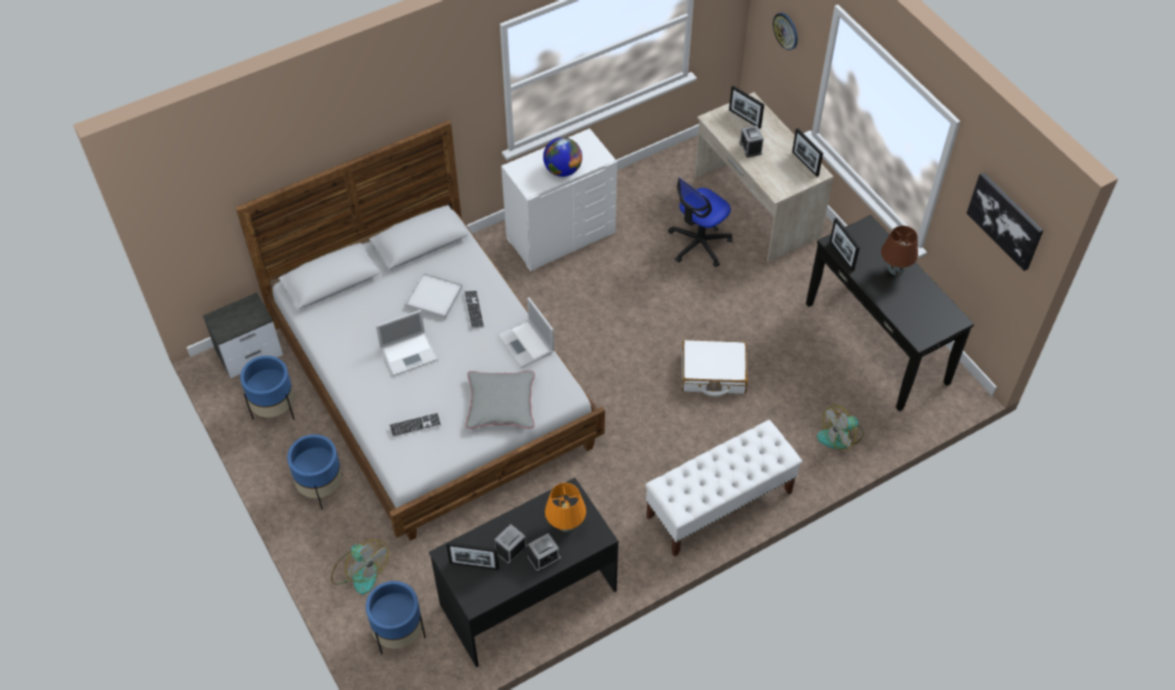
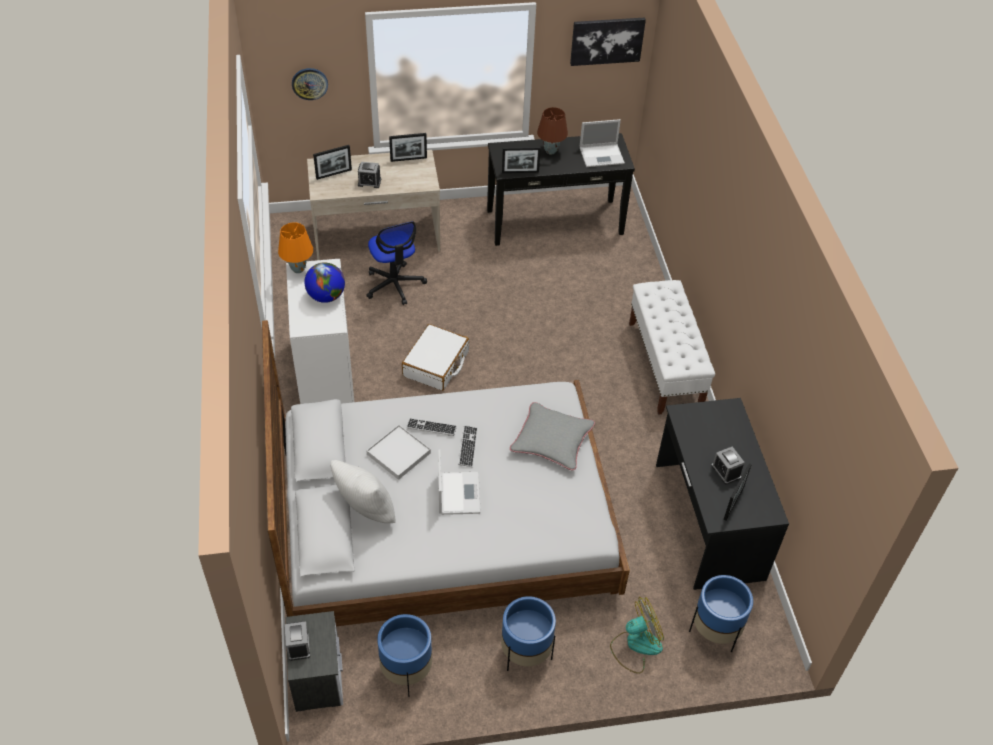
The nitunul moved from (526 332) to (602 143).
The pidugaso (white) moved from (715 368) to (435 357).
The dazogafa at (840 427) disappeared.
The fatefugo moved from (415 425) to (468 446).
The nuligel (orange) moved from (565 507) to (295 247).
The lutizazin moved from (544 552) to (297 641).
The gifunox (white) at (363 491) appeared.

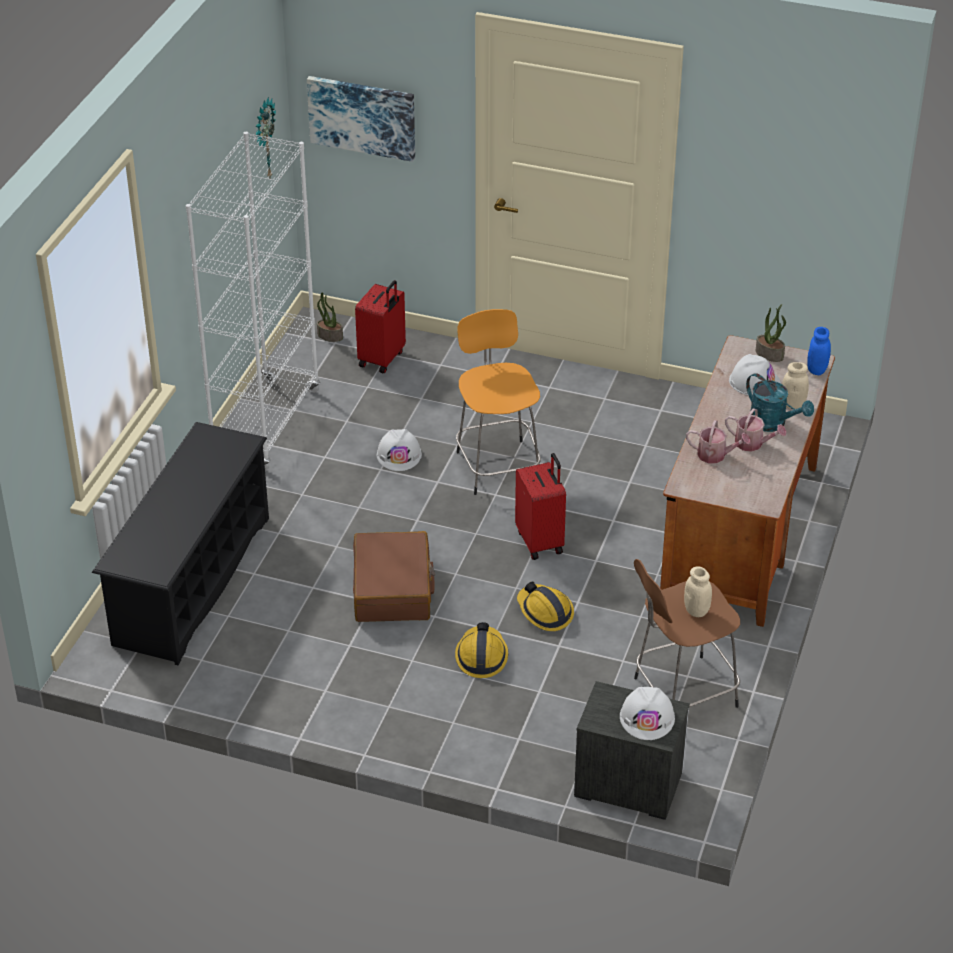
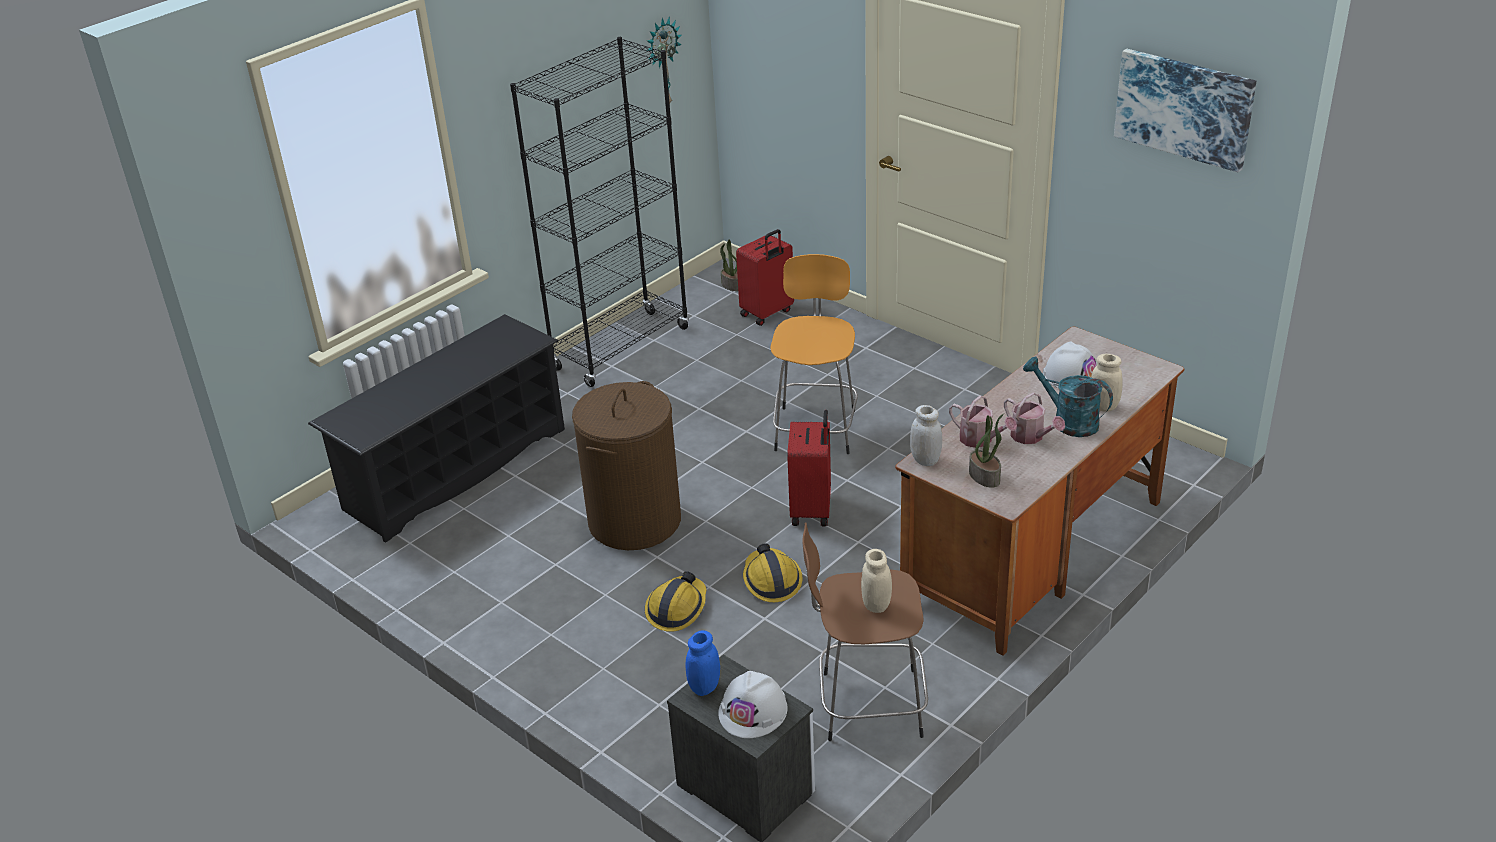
The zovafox moved from (361 119) to (1185 110).
The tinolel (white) at (253 301) became the tinolel (black) at (599 212).
The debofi moved from (771 333) to (986 451).
The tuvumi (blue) moved from (819 351) to (702 663).
The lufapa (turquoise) at (780 402) turned 150 degrees clockwise.
The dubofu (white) at (399 450) disappeared.
The pidugaso (brown) at (394 576) was replaced by the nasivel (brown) at (626 465).
The tuvumi (white) at (926 435) appeared.

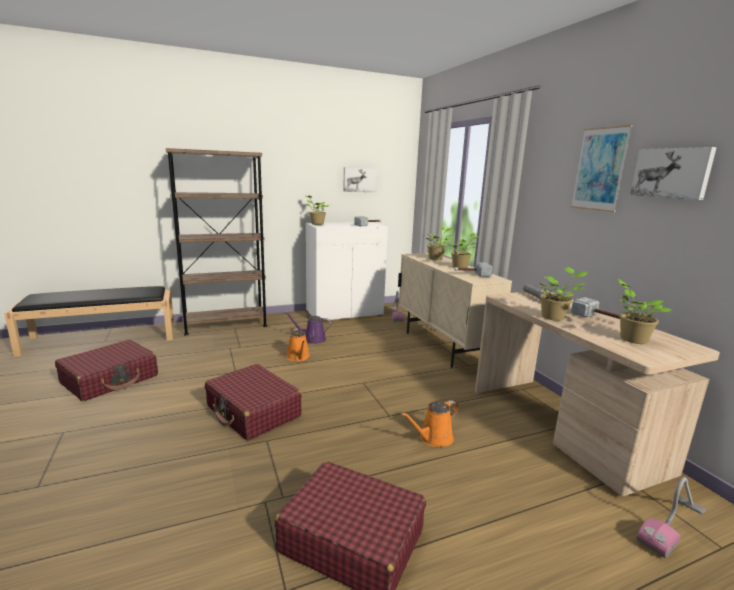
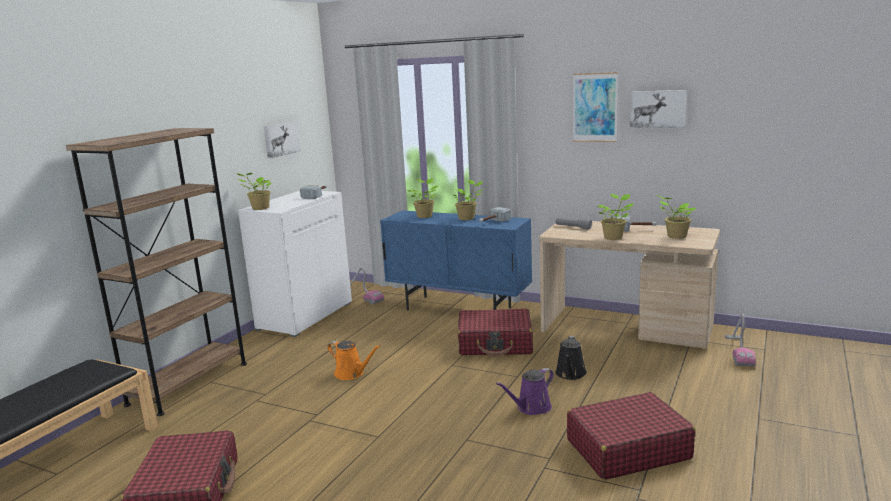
The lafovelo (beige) at (455 310) became the lafovelo (blue) at (456 260).
The lufapa (purple) moved from (308 328) to (525 391).
The pidugaso (red) moved from (253 402) to (495 333).
The lufapa (orange) at (429 423) became the lufapa (black) at (571 358).

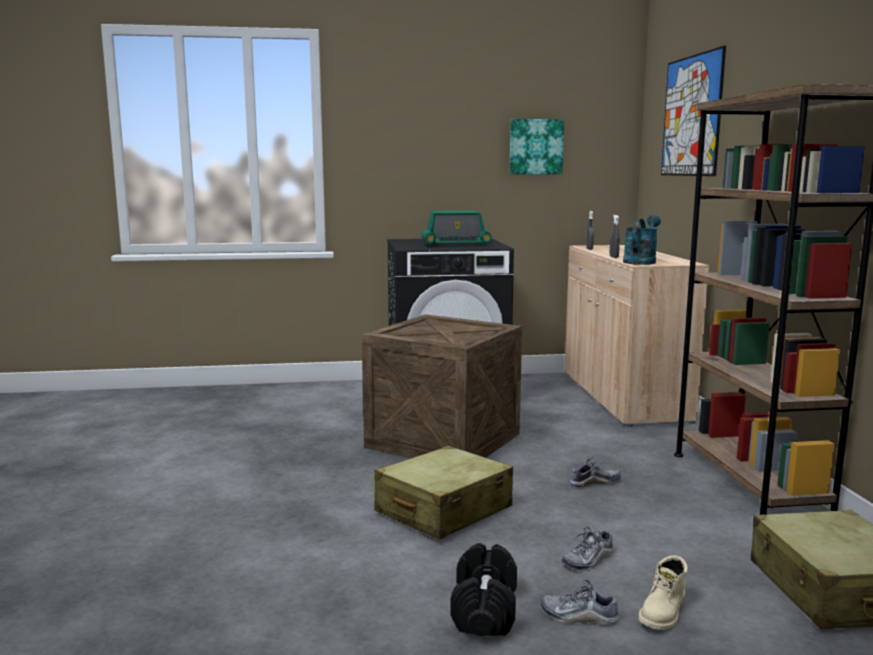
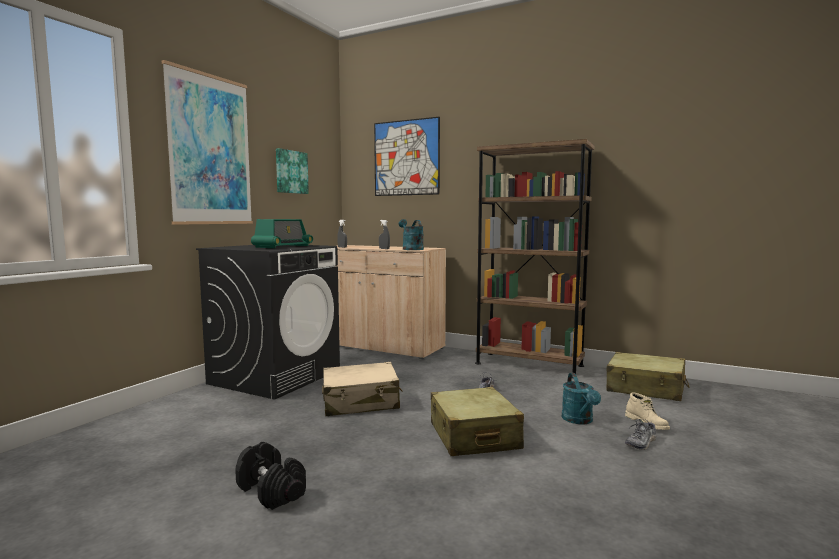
The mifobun at (442 387) was replaced by the pidugaso (beige) at (362 389).
The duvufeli at (588 548) was replaced by the lufapa (turquoise) at (581 399).
The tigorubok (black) moved from (484 589) to (270 476).
The zovafox at (207 142) appeared.

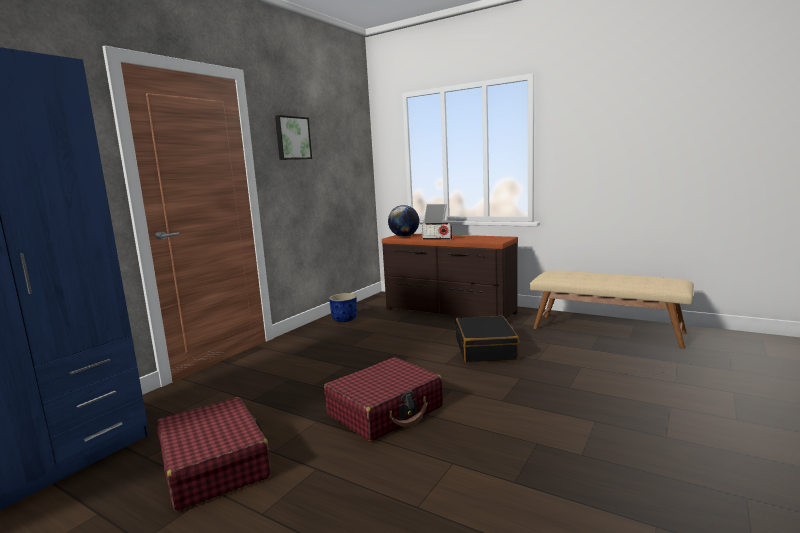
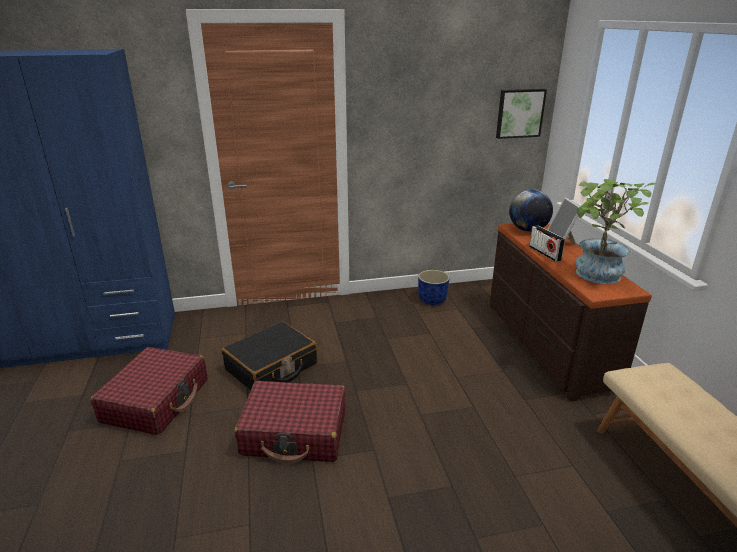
The zovafox moved from (293 137) to (521 114).
The pidugaso (black) moved from (487 339) to (269 356).
The debofi at (616 231) appeared.

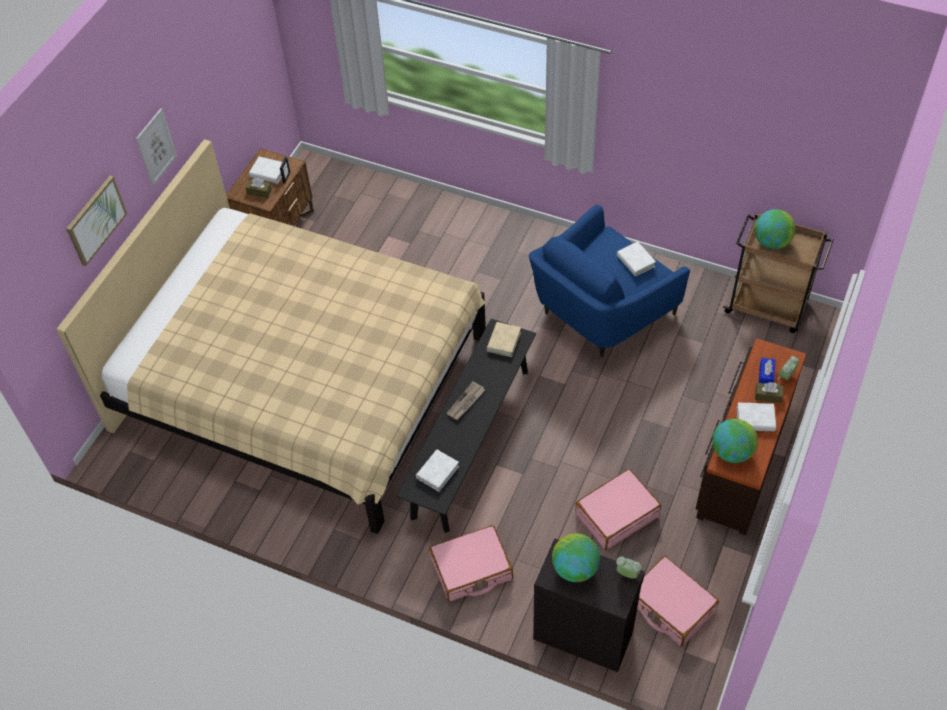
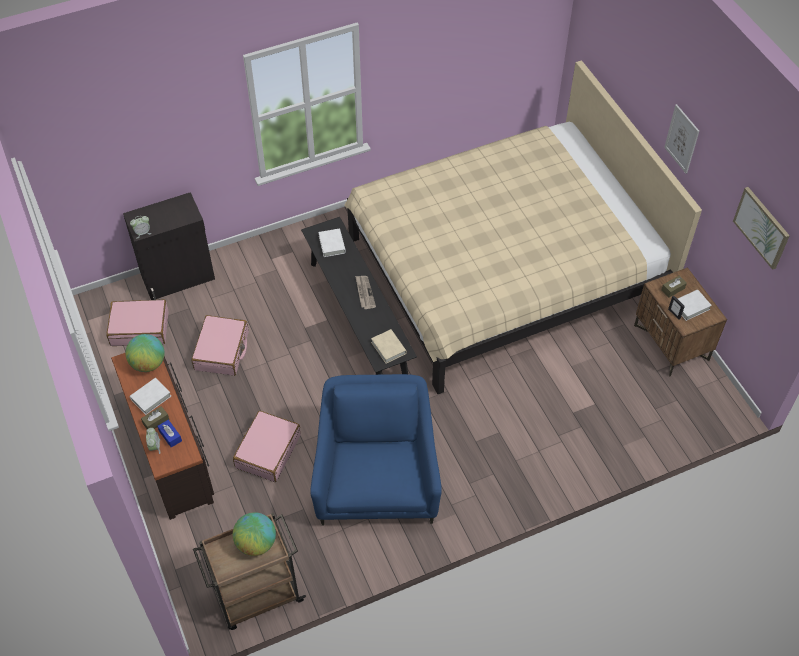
The zovafox moved from (96 221) to (761 228).
The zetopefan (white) at (636 258) disappeared.
The pidugaso (pink) moved from (471 563) to (267 446).
The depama at (576 557) disappeared.

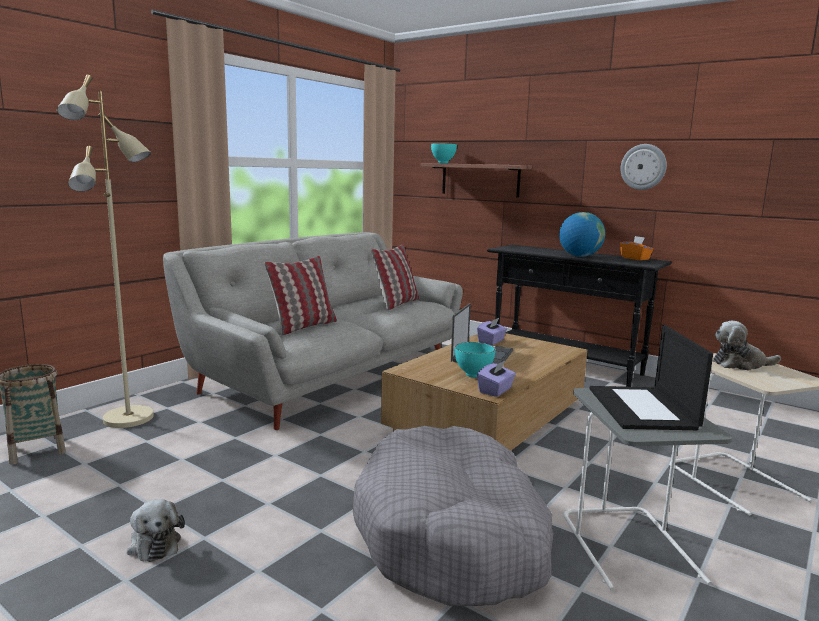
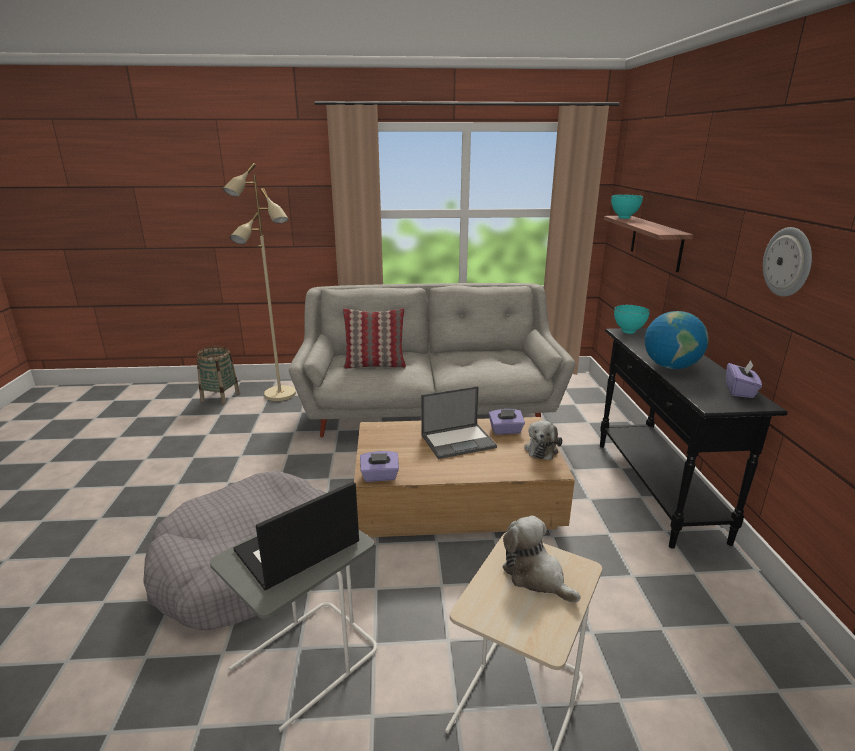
The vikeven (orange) at (637 248) became the vikeven (purple) at (744 379).
The gifunox at (395 277) disappeared.
The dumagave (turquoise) moved from (475 360) to (632 319).
The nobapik moved from (156 530) to (543 440).

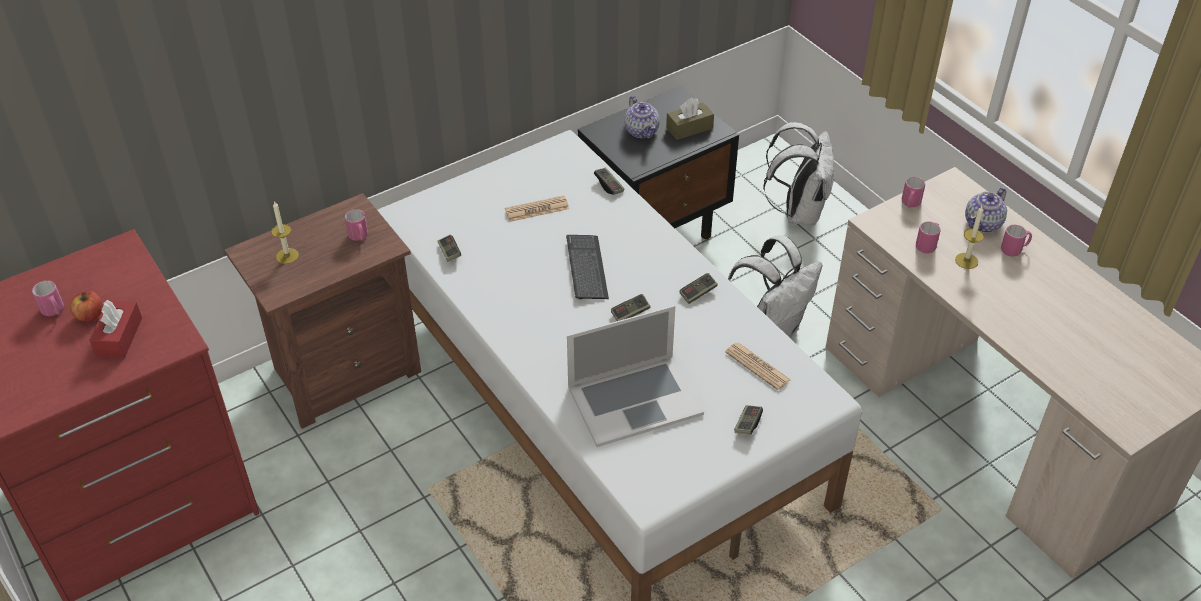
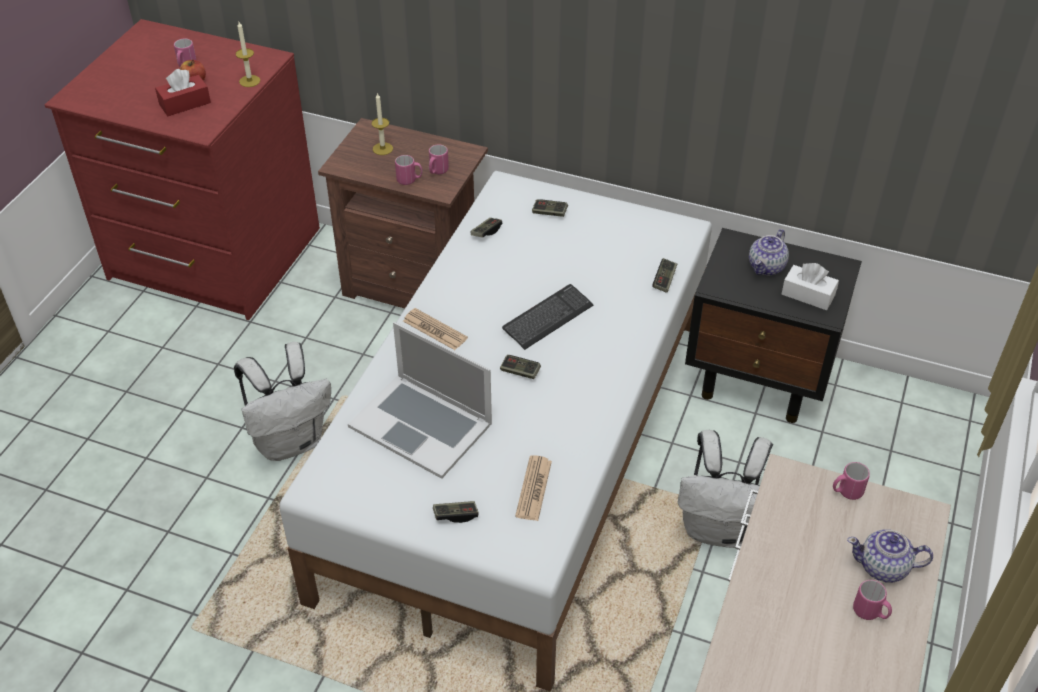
The vikeven (brown) at (690 119) became the vikeven (white) at (810 286).
The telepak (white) moved from (799 174) to (282 401).
The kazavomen moved from (537 209) to (435 329).
The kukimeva moved from (969 237) to (248 54).
The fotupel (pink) moved from (928 237) to (409 170).
The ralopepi moved from (698 288) to (550 208).

